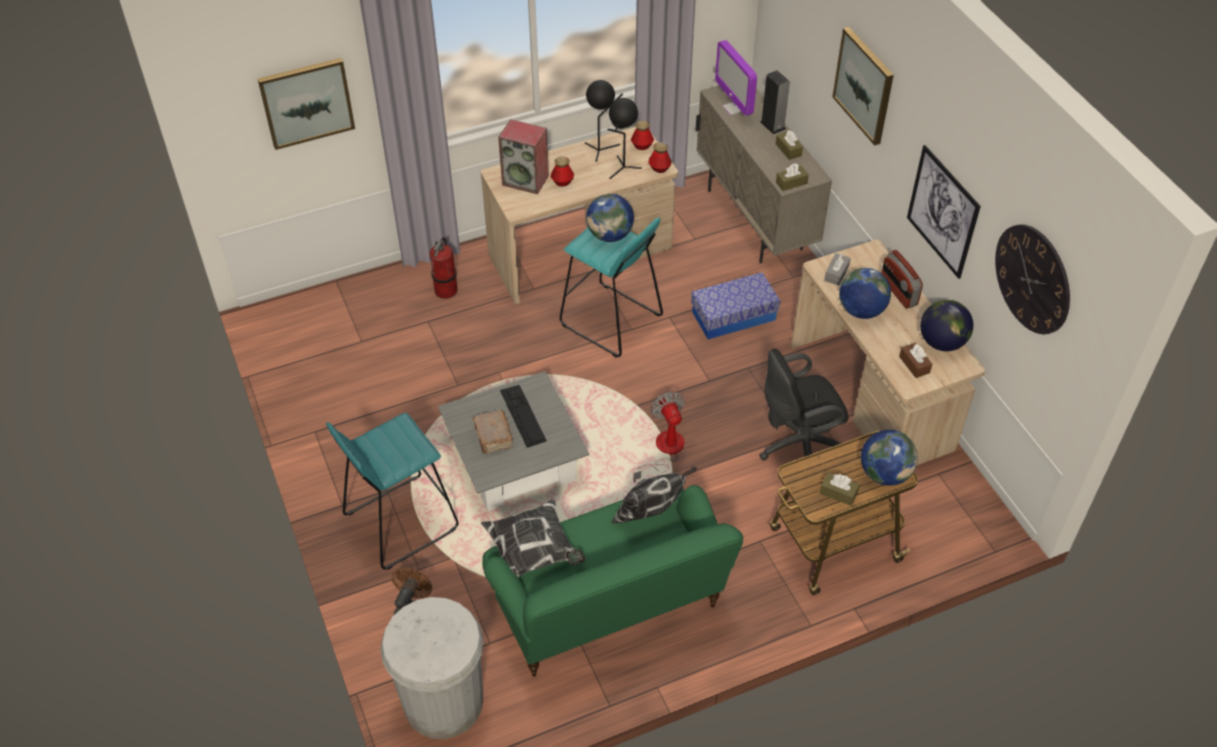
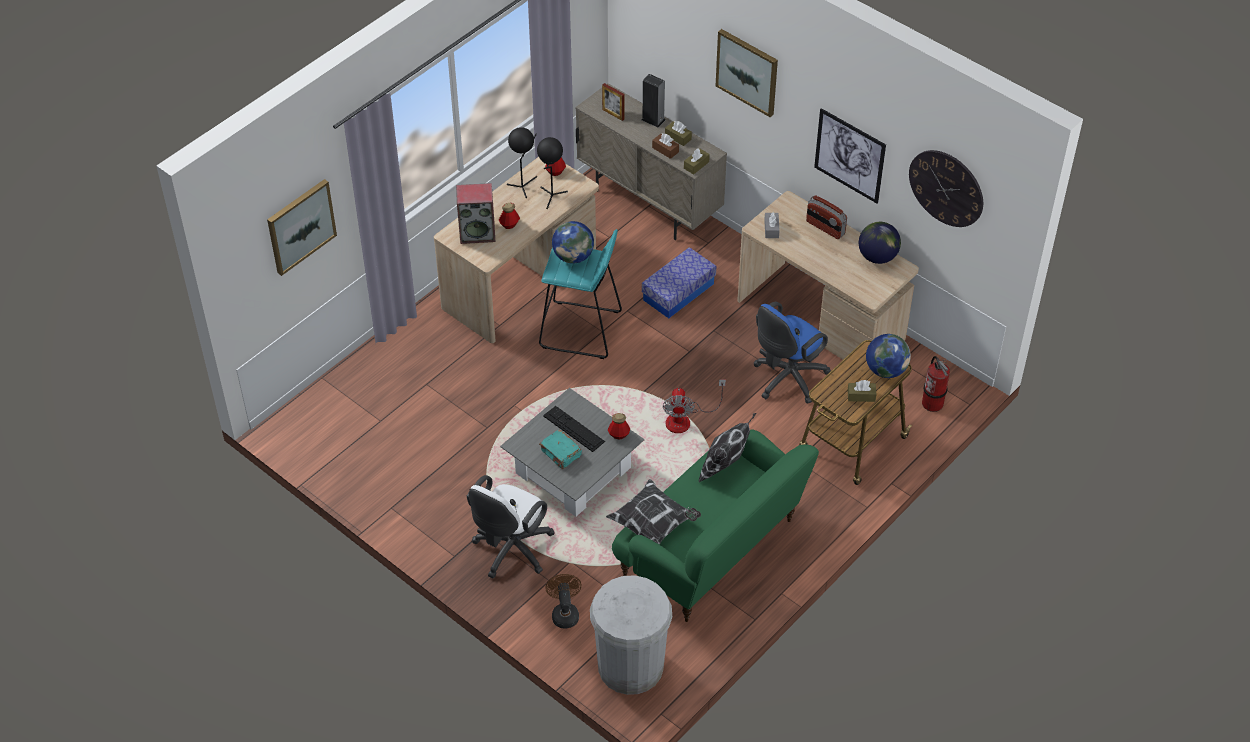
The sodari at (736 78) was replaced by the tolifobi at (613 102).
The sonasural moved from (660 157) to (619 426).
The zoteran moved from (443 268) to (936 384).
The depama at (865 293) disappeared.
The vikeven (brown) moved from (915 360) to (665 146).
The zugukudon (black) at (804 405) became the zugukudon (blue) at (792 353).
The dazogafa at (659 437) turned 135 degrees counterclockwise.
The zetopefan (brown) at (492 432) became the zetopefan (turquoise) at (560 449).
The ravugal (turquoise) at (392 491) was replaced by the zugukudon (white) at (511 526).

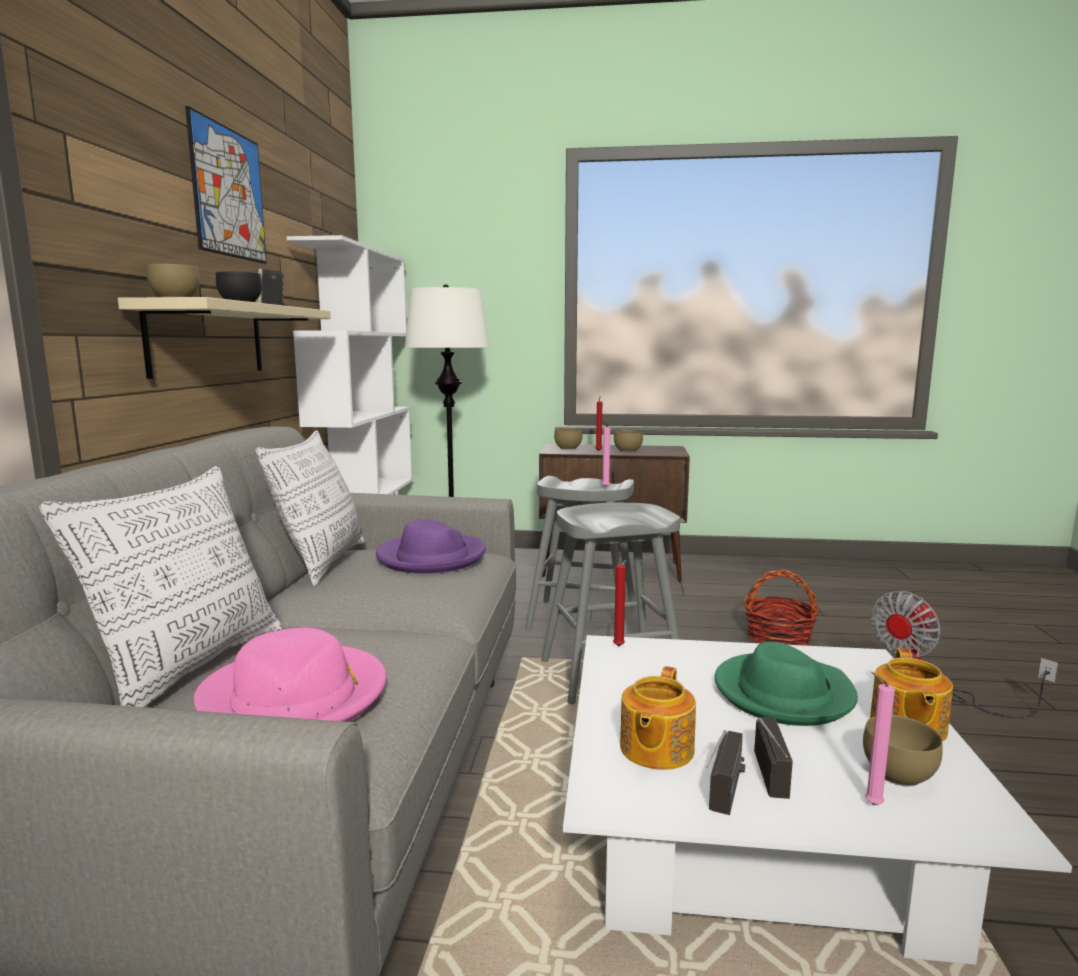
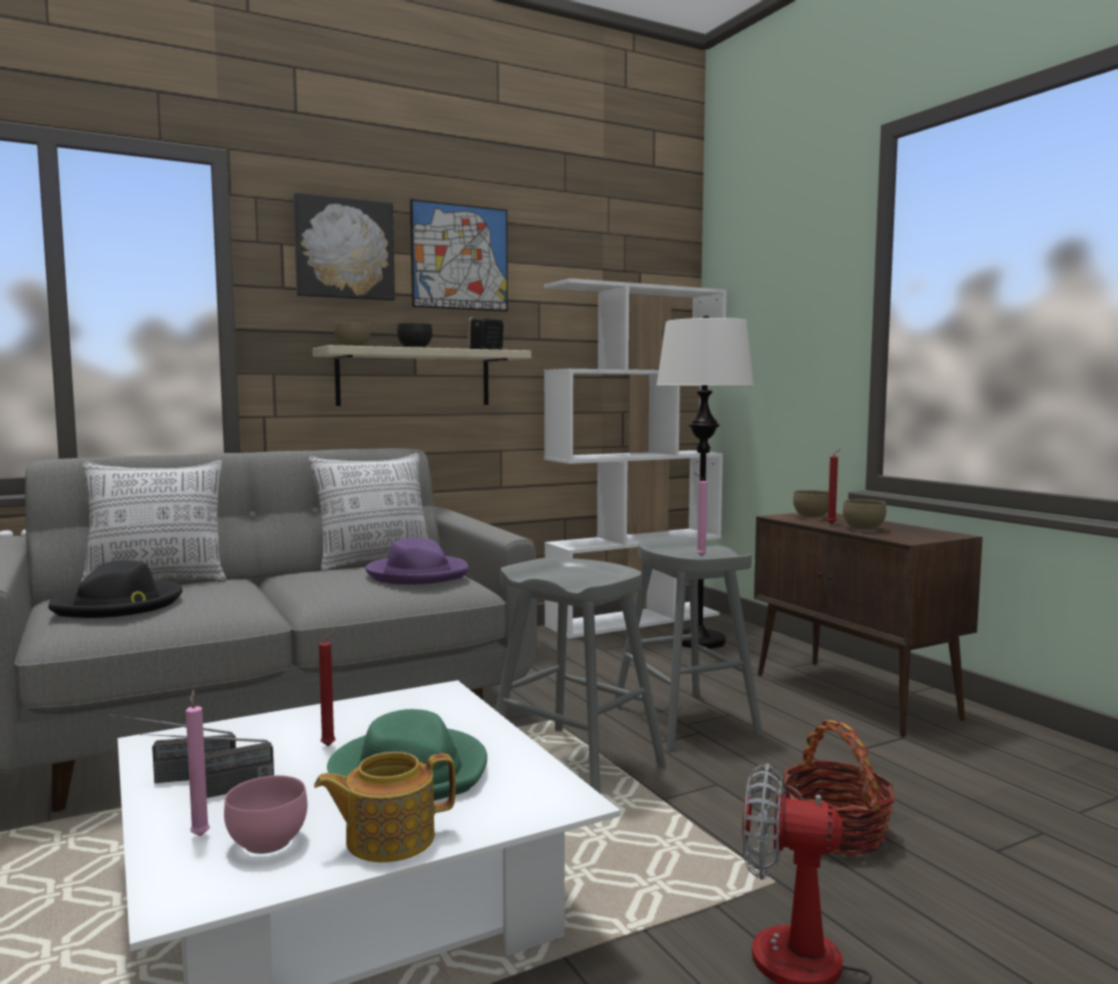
The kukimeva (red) moved from (619 600) to (328 688).
The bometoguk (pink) at (290 674) became the bometoguk (black) at (115 589).
The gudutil at (658 718) disappeared.
The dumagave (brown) at (902 750) became the dumagave (pink) at (265 814).
The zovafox at (344 246) appeared.

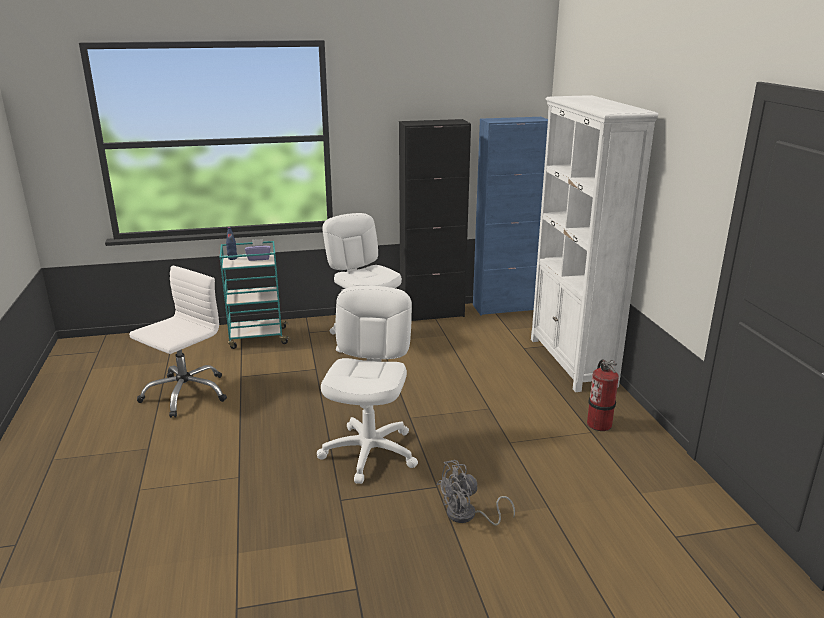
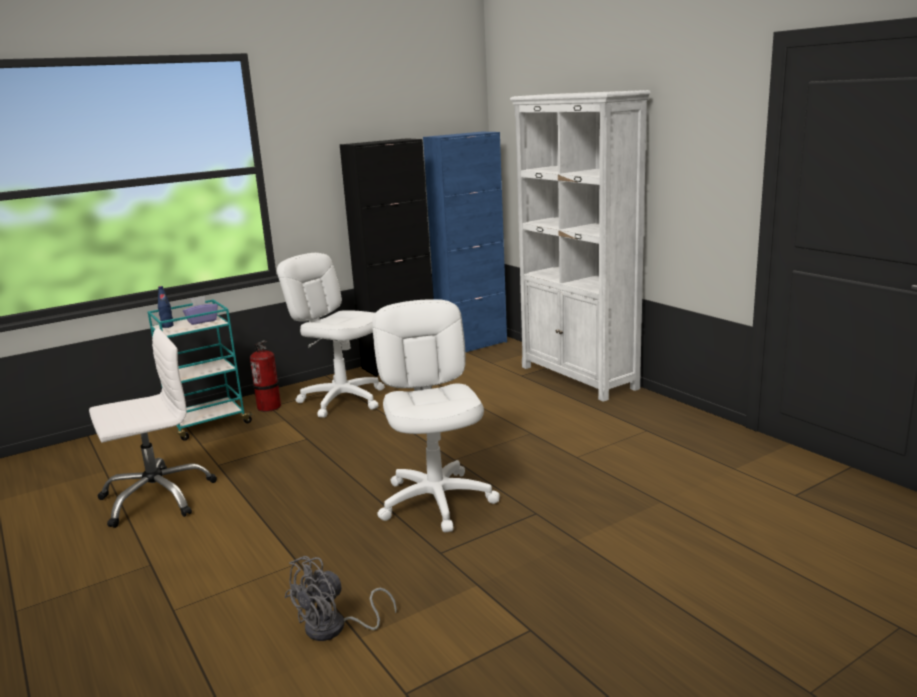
The zugukudon (white) at (178 342) turned 45 degrees clockwise.
The zoteran moved from (603 395) to (265 376).
The dazogafa (grey) moved from (476 493) to (340 598).

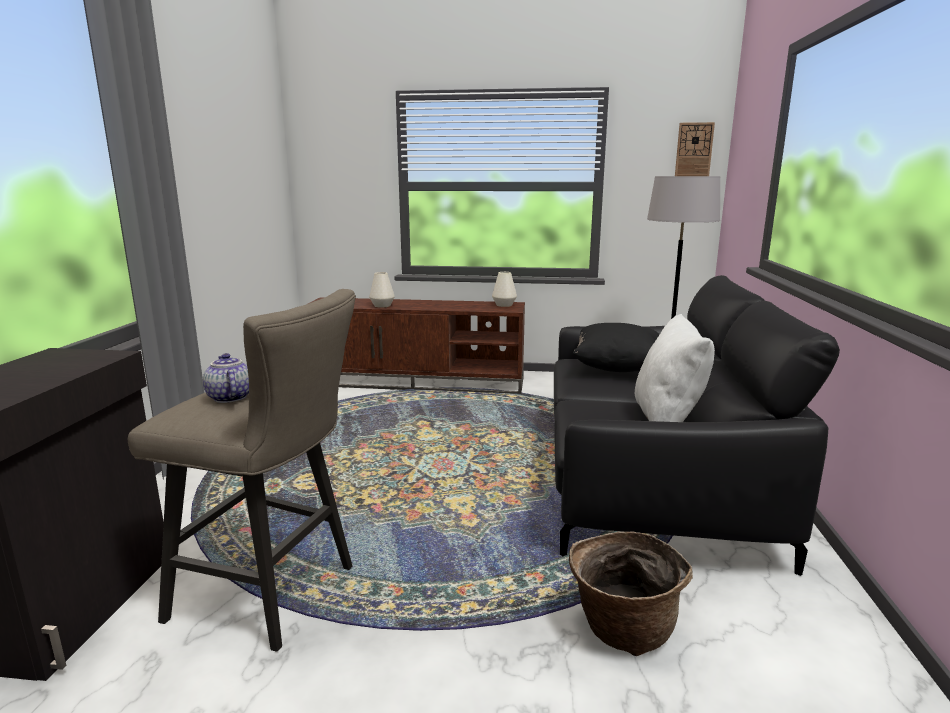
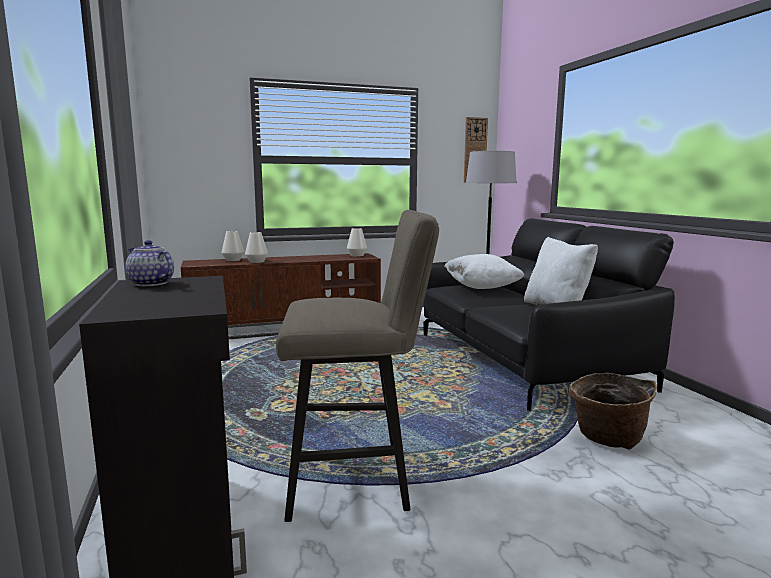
The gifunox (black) at (616 347) became the gifunox (white) at (484 271).
The gudutil moved from (226 378) to (150 263).
The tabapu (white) at (233 246) appeared.

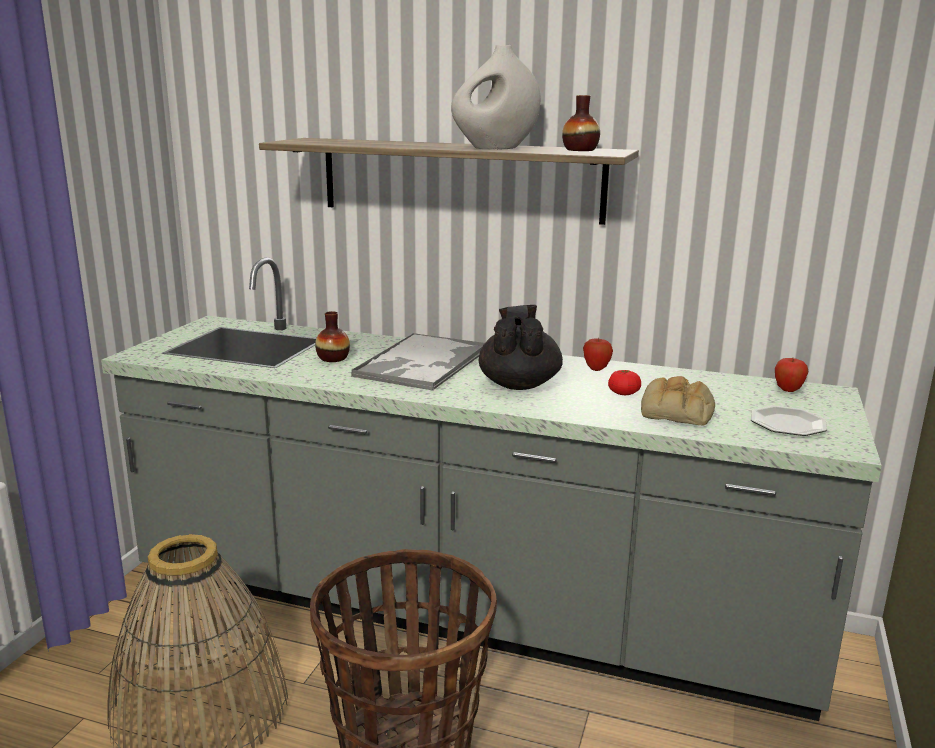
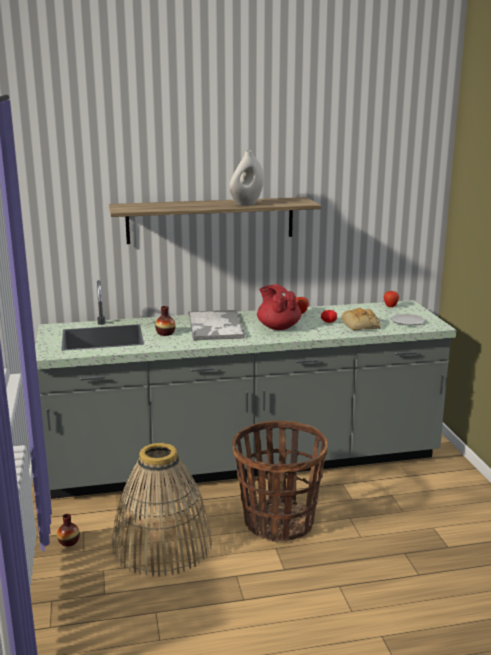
The tabapu moved from (581 123) to (68 530).
The gudutil (black) at (521 347) became the gudutil (red) at (279 307).

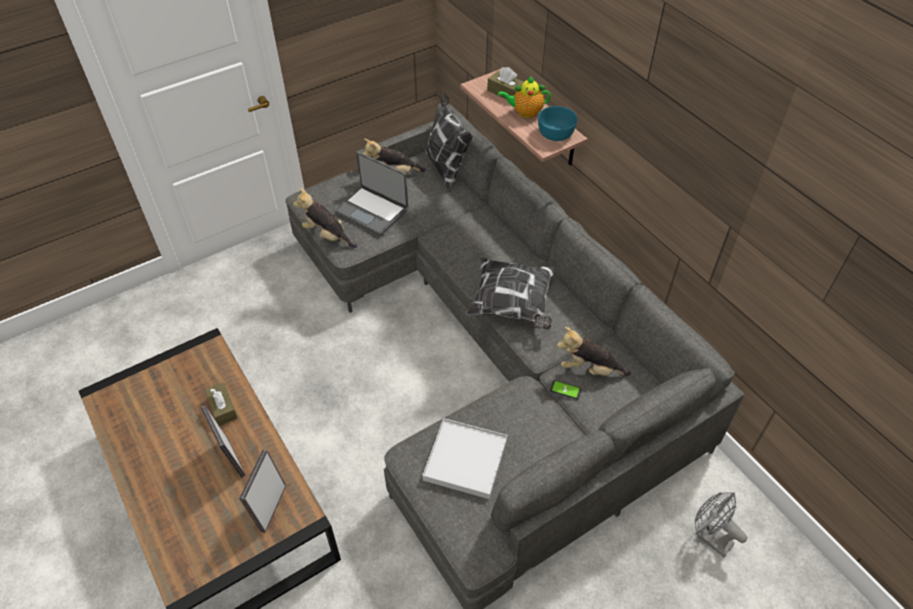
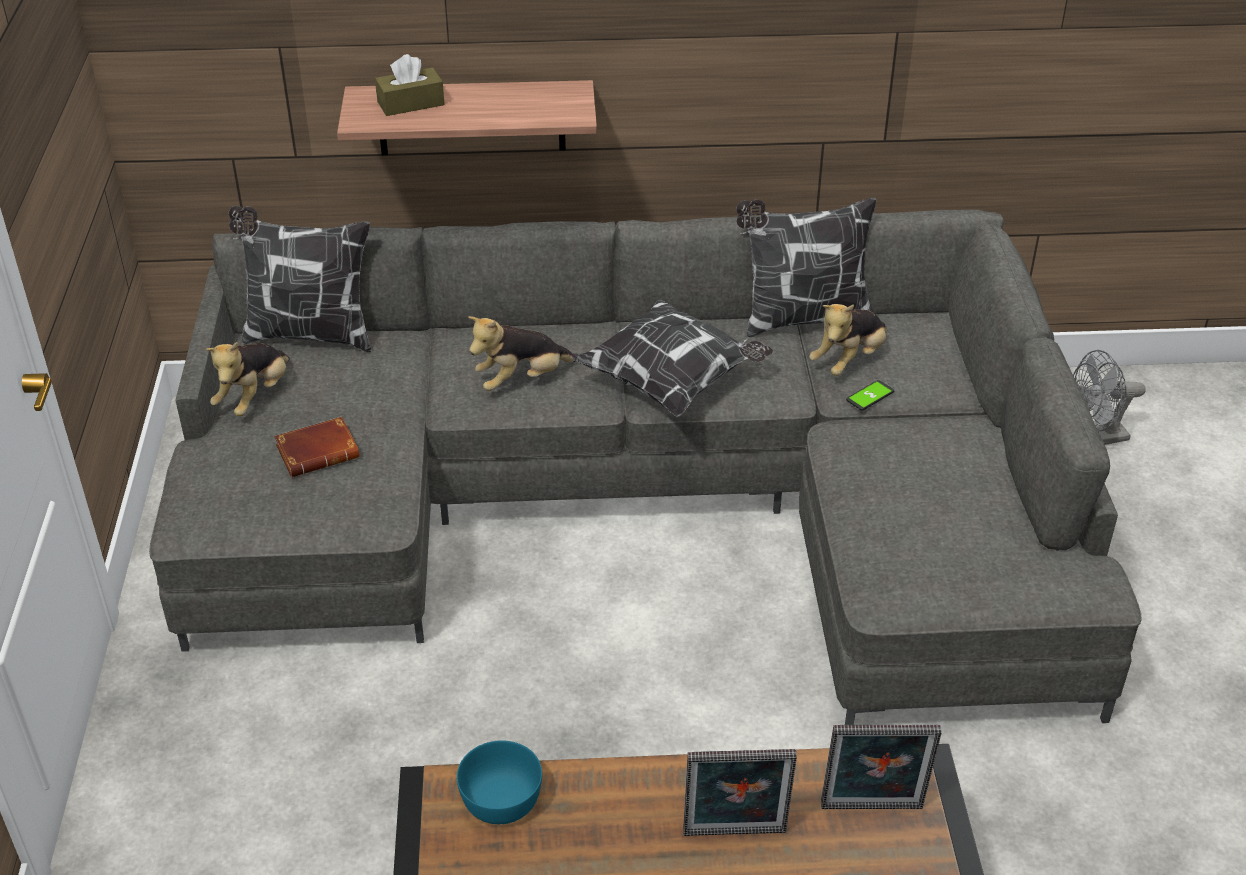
The gudutil at (524 97) disappeared.
The dumagave (turquoise) moved from (557 123) to (499 782).
The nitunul at (371 193) was replaced by the zetopefan (brown) at (317 447).
The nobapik moved from (325 218) to (523 353).
The vikeven (brown) at (221 404) disappeared.
The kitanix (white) at (464 458) disappeared.
The tolifobi at (262 491) turned 45 degrees counterclockwise.
The gifunox at (806 268) appeared.

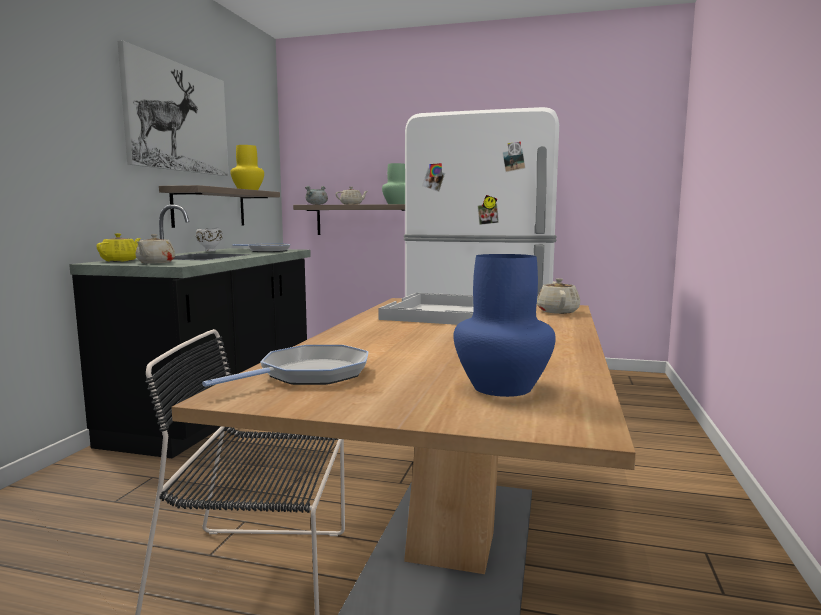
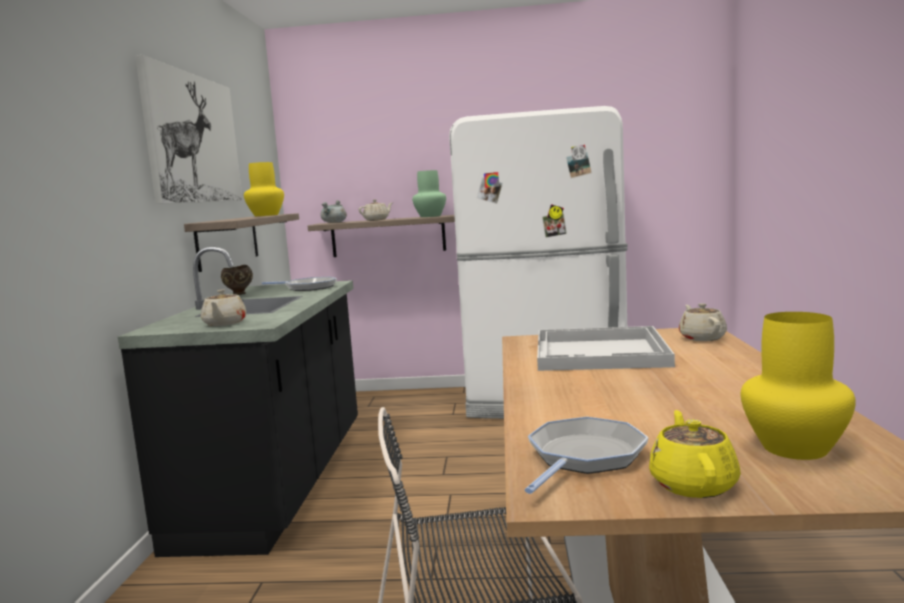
The dumagave (white) at (209 239) became the dumagave (brown) at (237 280).
The gudutil (yellow) moved from (118 247) to (695 454).
The tabapu (blue) at (504 325) became the tabapu (yellow) at (798 386).

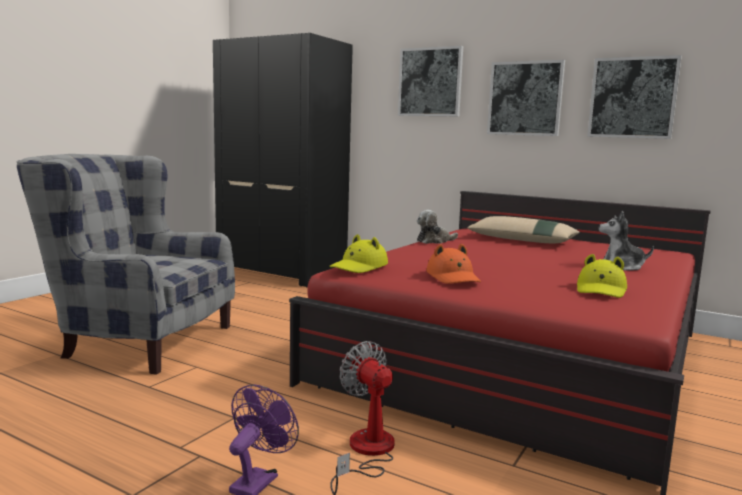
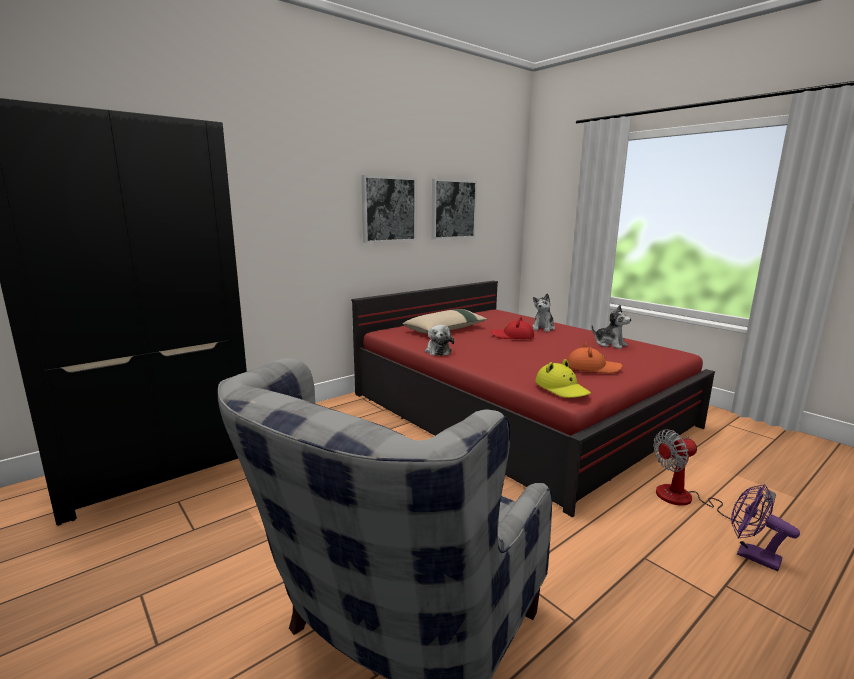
The zovafox at (430 81) disappeared.
The bometoguk (yellow) at (602 276) was replaced by the nobapik at (611 327).
The bometoguk (red) at (512 328) appeared.

